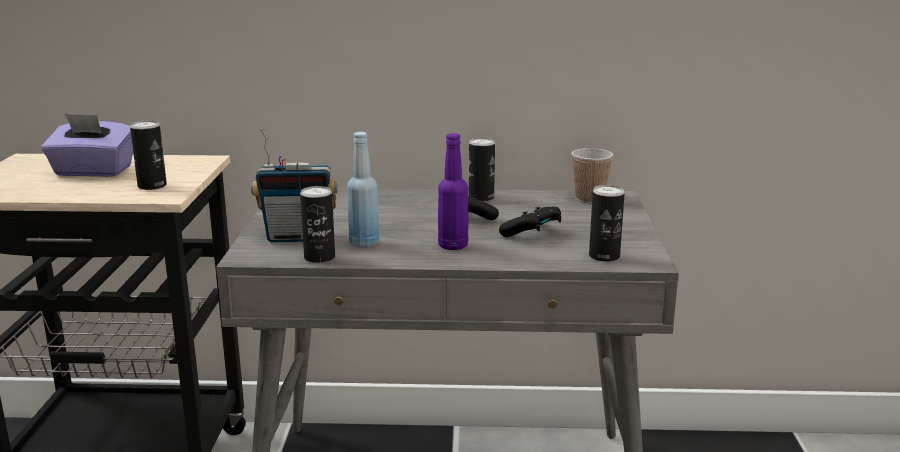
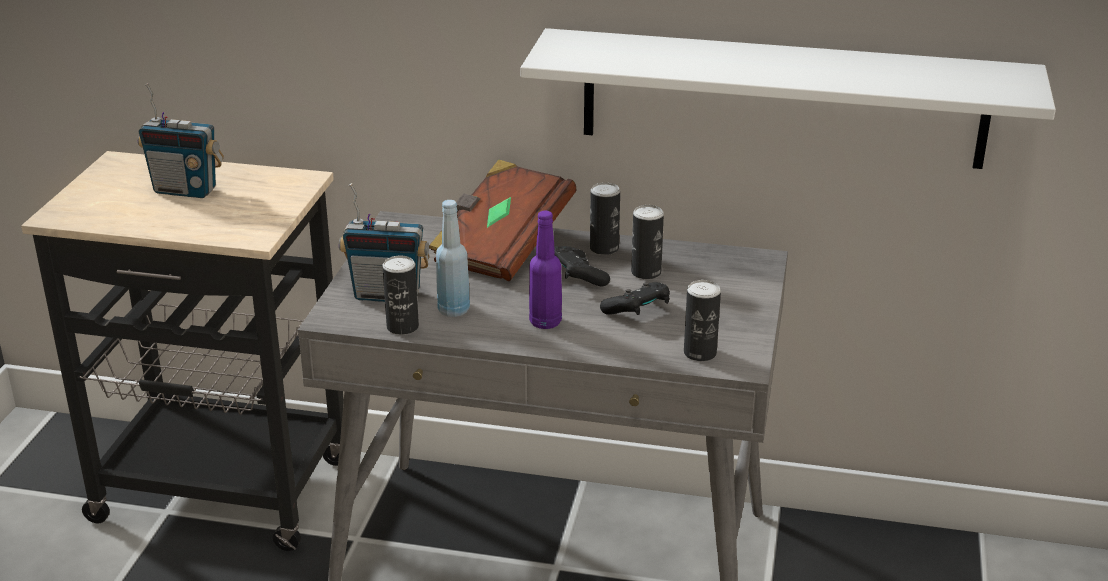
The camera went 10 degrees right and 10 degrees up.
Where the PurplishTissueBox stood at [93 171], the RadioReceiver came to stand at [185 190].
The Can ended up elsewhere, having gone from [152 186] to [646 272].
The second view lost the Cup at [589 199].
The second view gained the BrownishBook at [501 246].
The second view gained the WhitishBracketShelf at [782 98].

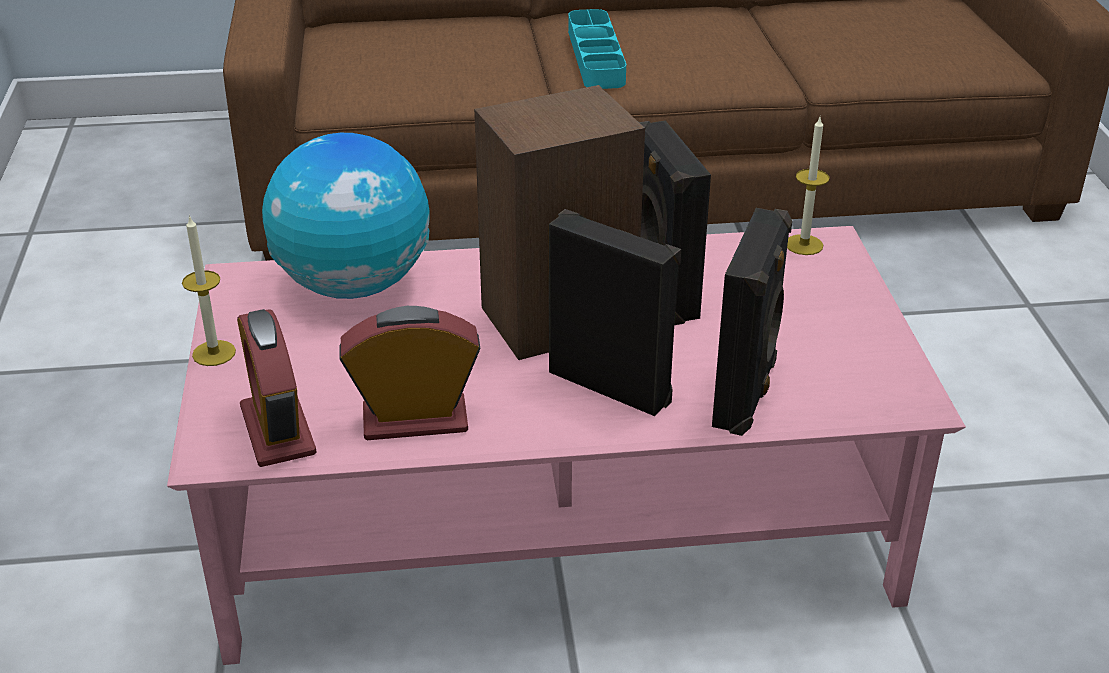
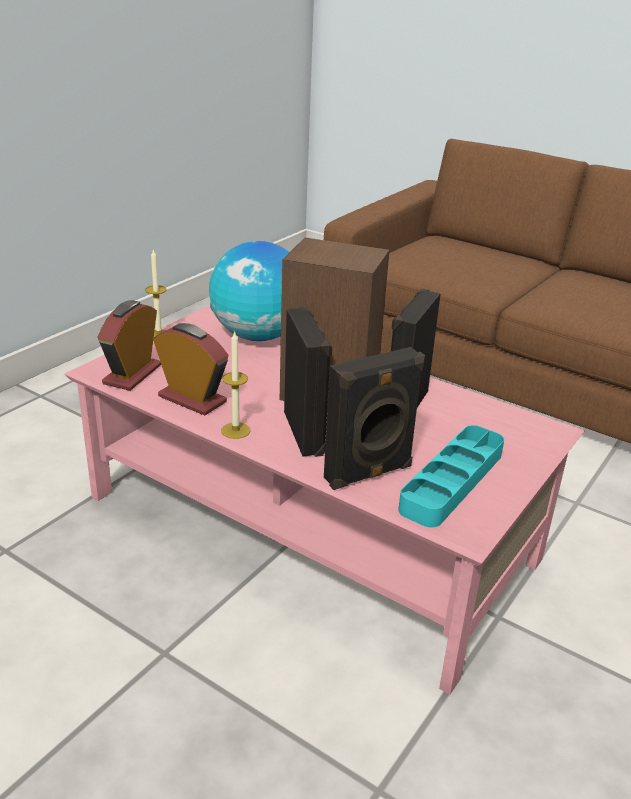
The camera went 40 degrees right and 5 degrees down.
The BlueGreenServingTray ended up elsewhere, having gone from [596 56] to [452 481].
The Candle ended up elsewhere, having gone from [804 245] to [235 430].

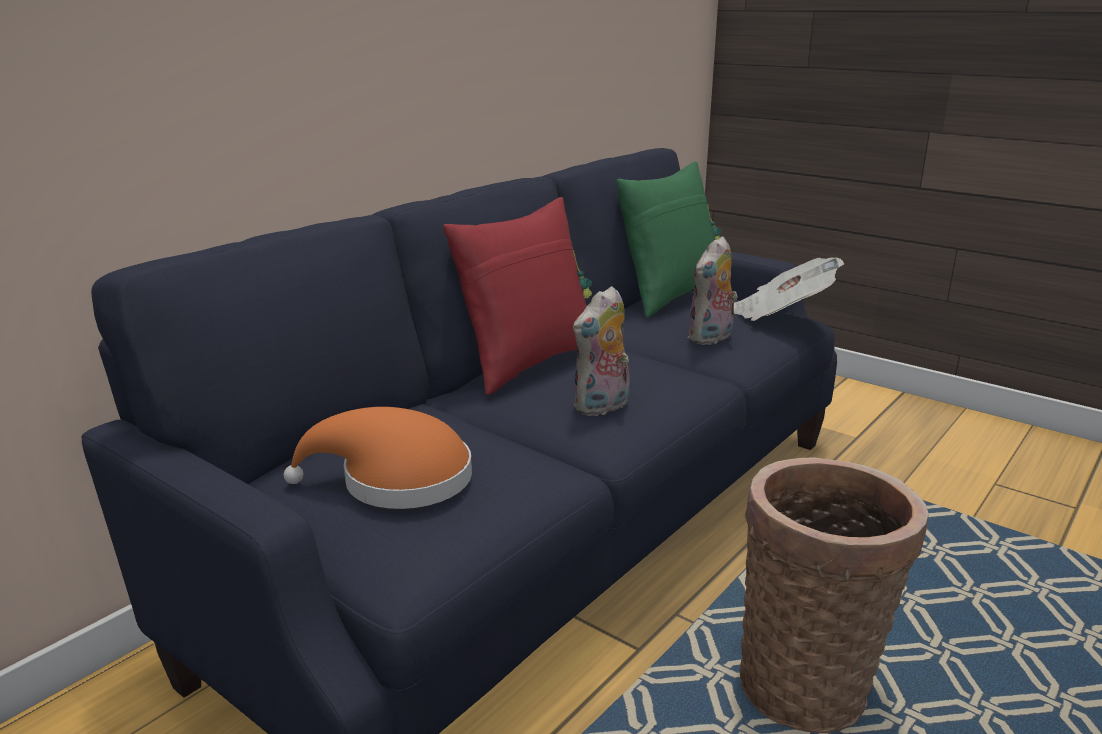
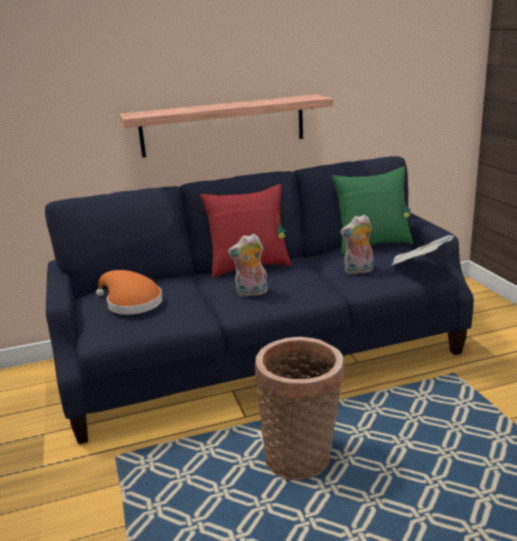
The camera went 35 degrees right and 0 degrees up.
The second view gained the BracketShelf at [223 125].

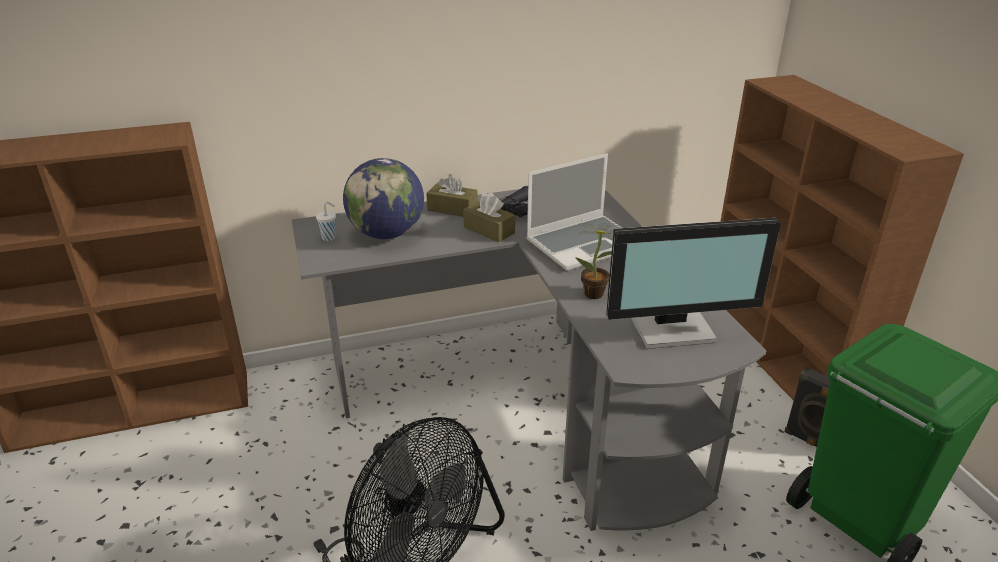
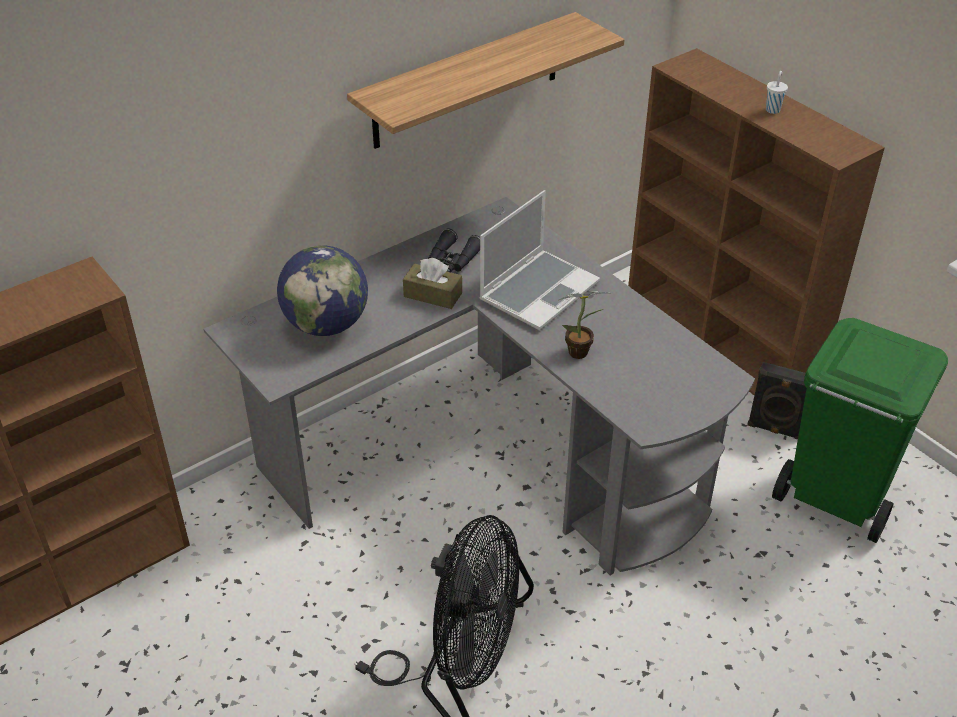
The camera went 20 degrees left and 10 degrees up.
The WhitishCup ended up elsewhere, having gone from [329 238] to [773 110].
The second view lost the BrownishTissueBox at [452 209].
The second view lost the ComputerScreen at [672 327].
The second view gained the BracketShelf at [467 81].

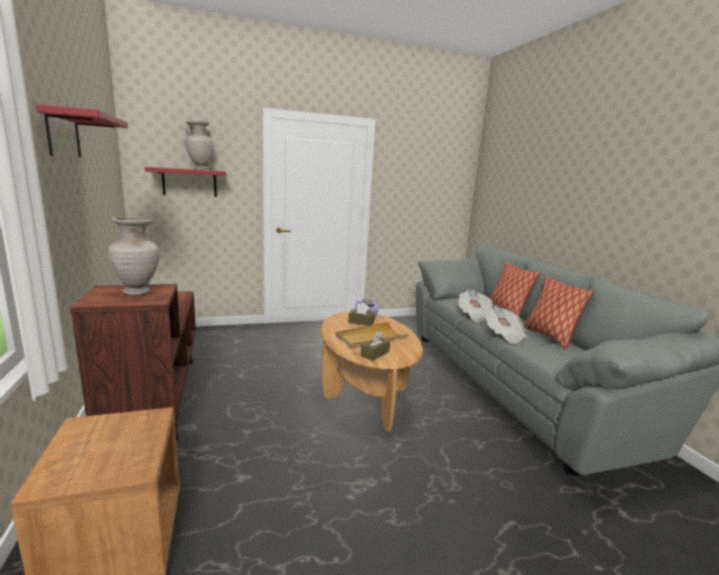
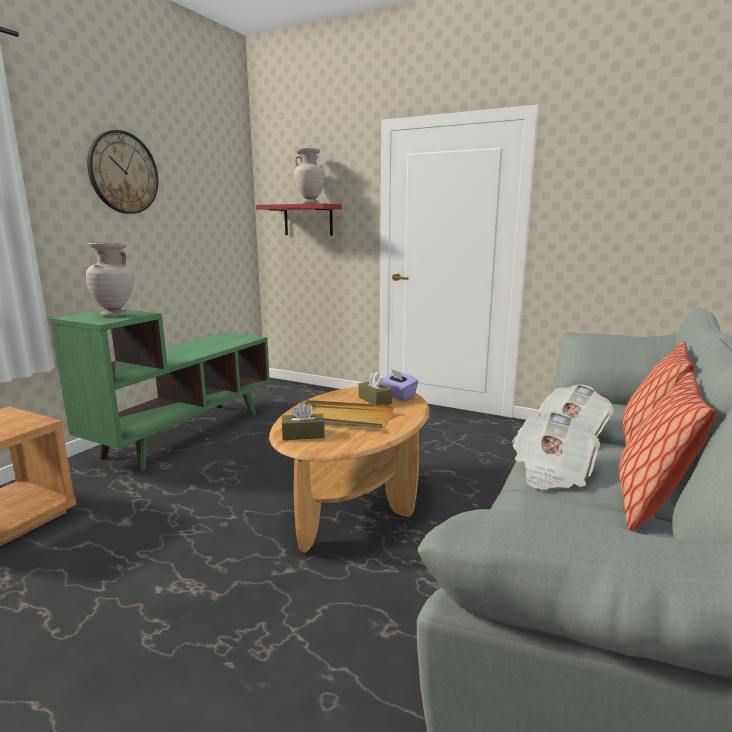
The camera went 45 degrees right and 0 degrees up.
Where the RedColouredBracketShelf hung at [63 134], the HangingClock came to hang at [123 173].
What was the BrownishTvUnit at [156 396] turned into the GreenTvUnit at [186 433].

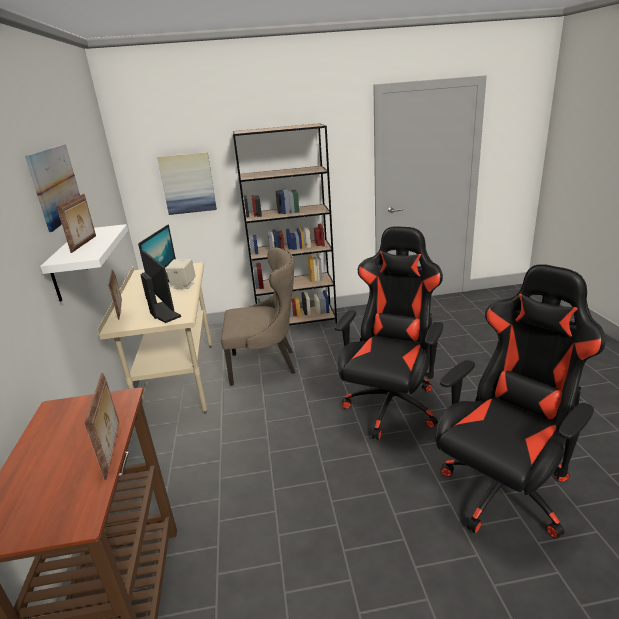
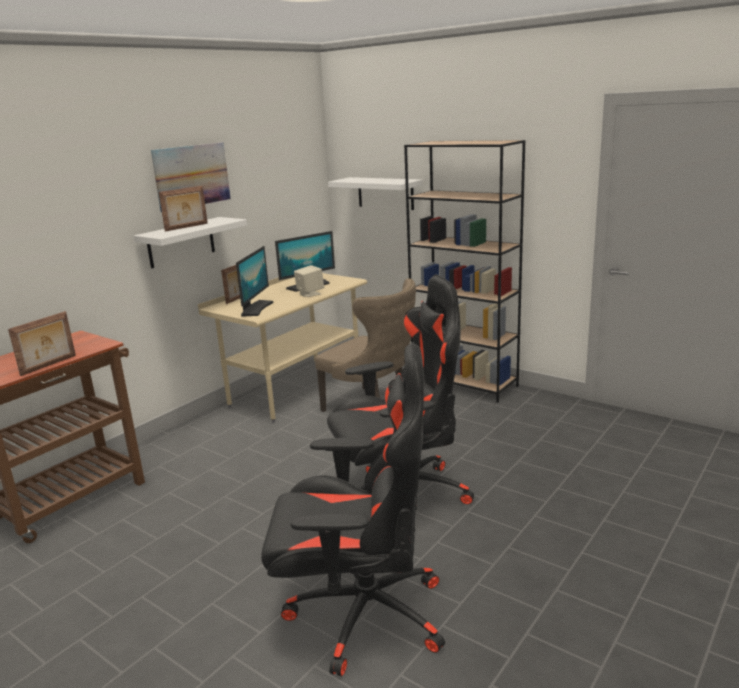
The camera went 45 degrees right and 5 degrees down.
Where the WallArt hung at [188 183], the WhitishBracketShelf came to hang at [385 193].

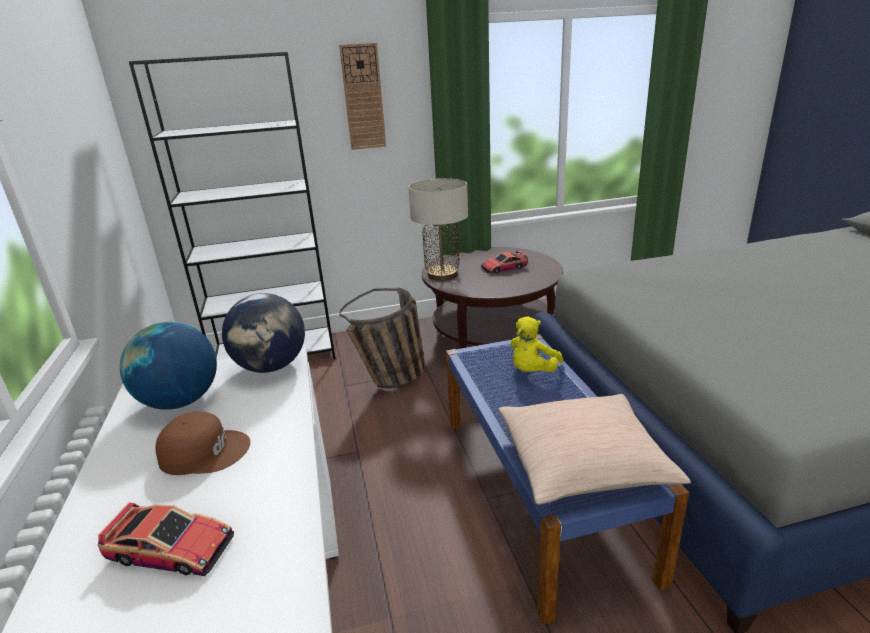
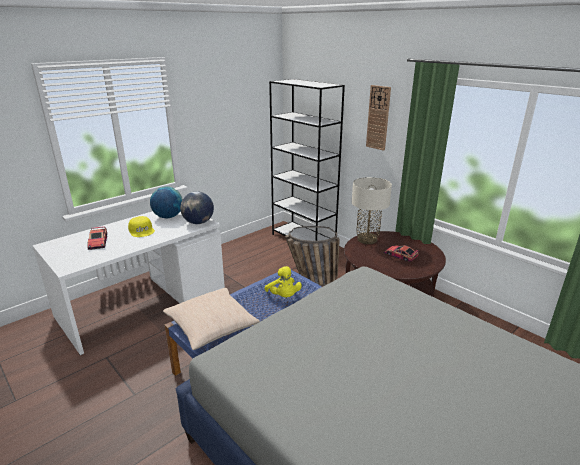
The camera went 60 degrees right and 0 degrees up.
What was the BrownishBaseballCap at [205 451] turned into the YellowBaseballCap at [142 230].
The YellowPlushToy at [532 371] ended up facing another way, 120 degrees counterclockwise from before.

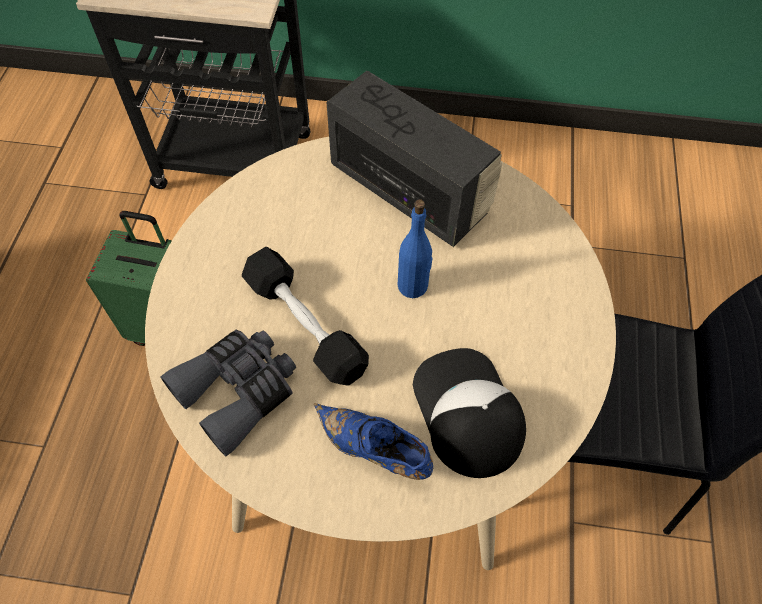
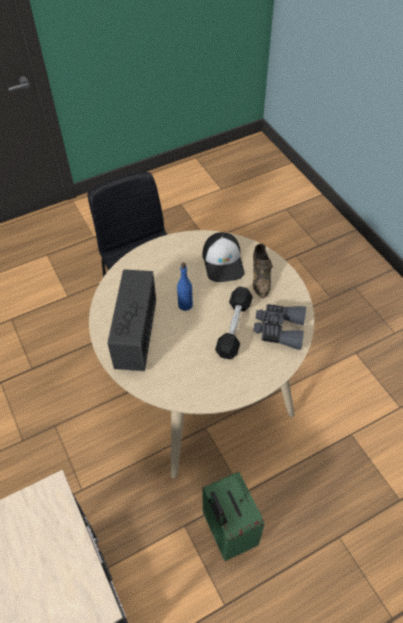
The camera went 125 degrees left and 5 degrees down.
What was the BluishLowShoe at [374 451] turned into the BrownishLowShoe at [260 278].
The BaseballCap at [466 412] ended up facing another way, 45 degrees counterclockwise from before.

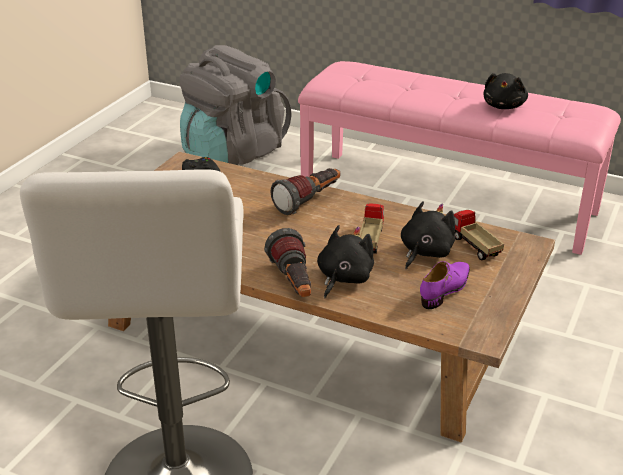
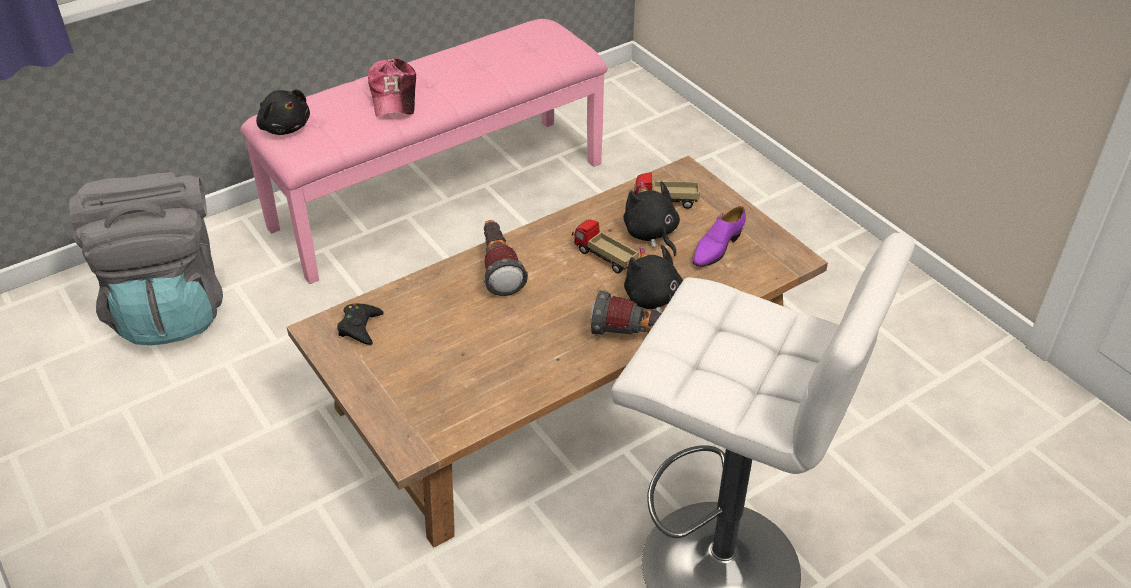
The camera went 60 degrees left and 10 degrees up.
The PurplishLowShoe at [446 289] ended up facing another way, 120 degrees counterclockwise from before.
The BlackishPlushToy ended up elsewhere, having gone from [504 106] to [284 127].
The second view gained the BaseballCap at [394 96].

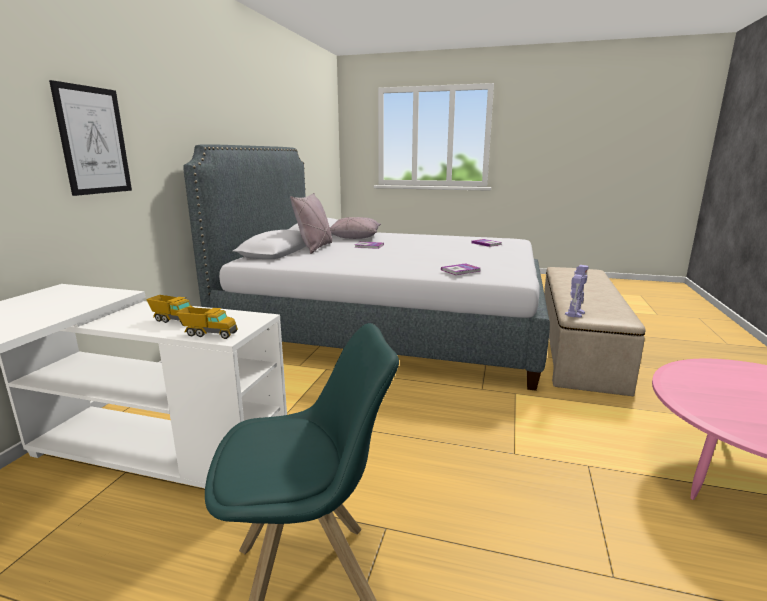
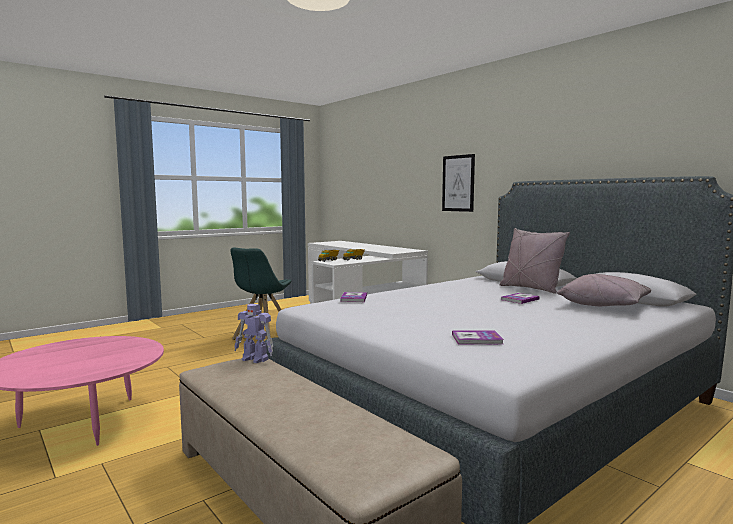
The camera went 125 degrees right and 10 degrees down.
The RobotFigure at [575 313] ended up facing another way, 45 degrees counterclockwise from before.

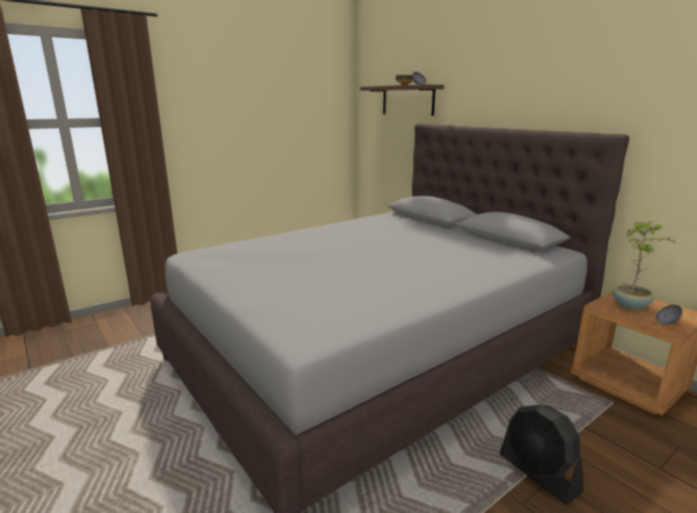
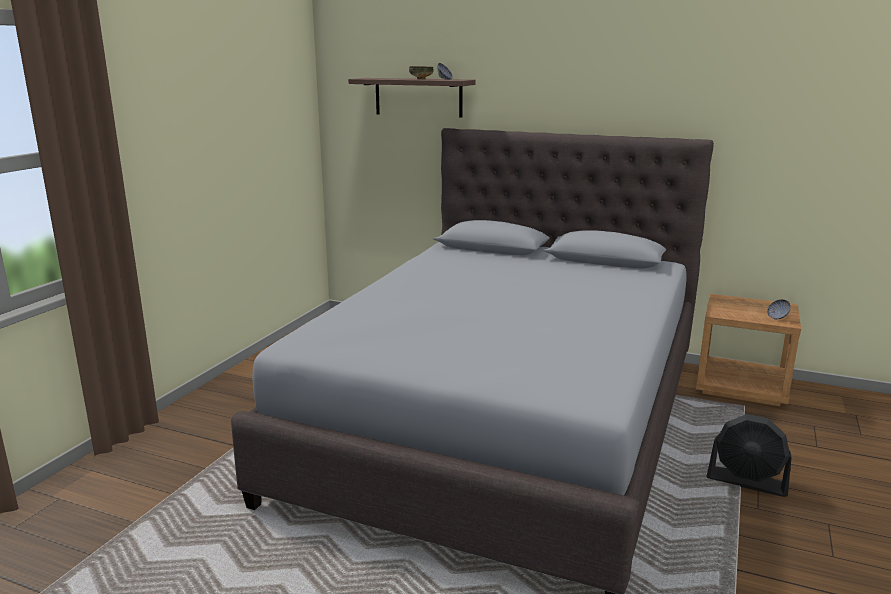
The camera went 30 degrees left and 0 degrees up.
The second view lost the Houseplant at [631 305].

